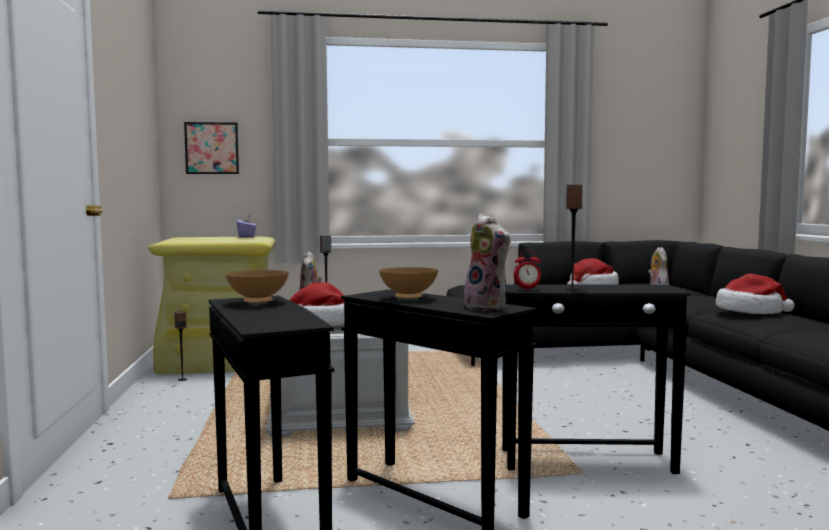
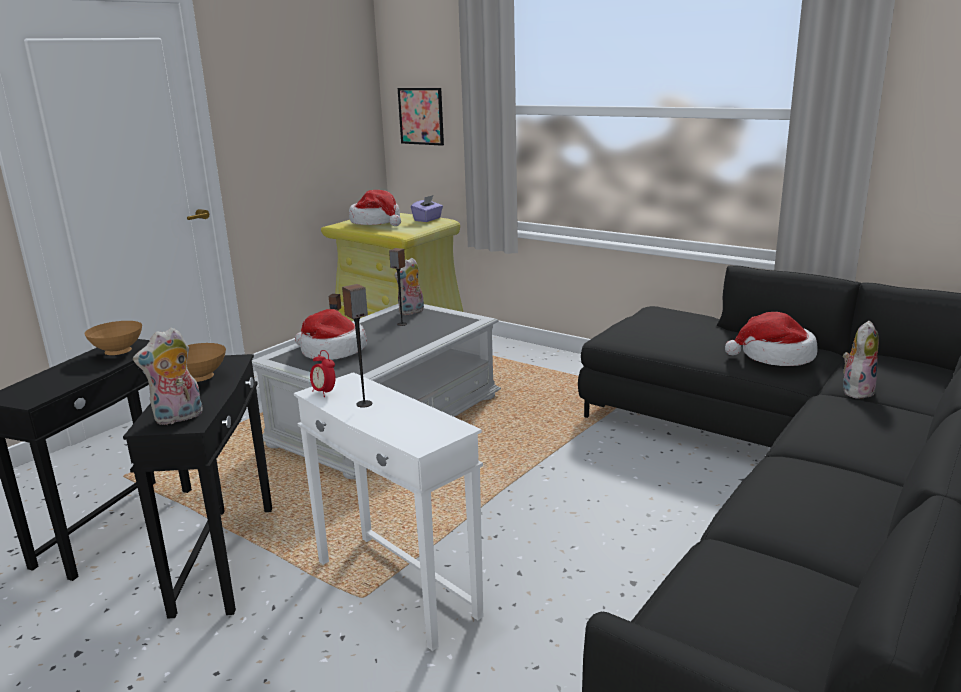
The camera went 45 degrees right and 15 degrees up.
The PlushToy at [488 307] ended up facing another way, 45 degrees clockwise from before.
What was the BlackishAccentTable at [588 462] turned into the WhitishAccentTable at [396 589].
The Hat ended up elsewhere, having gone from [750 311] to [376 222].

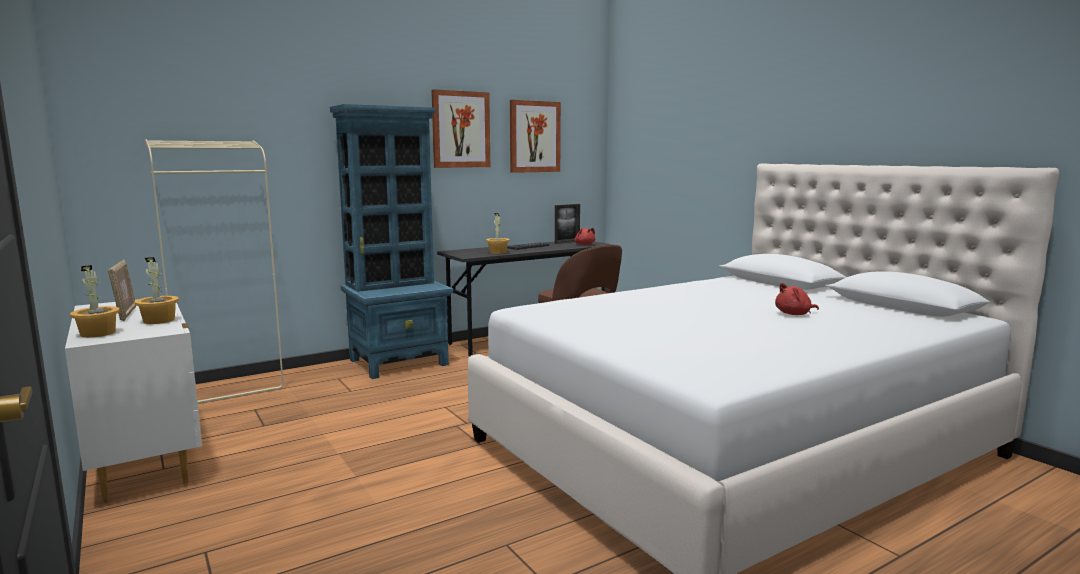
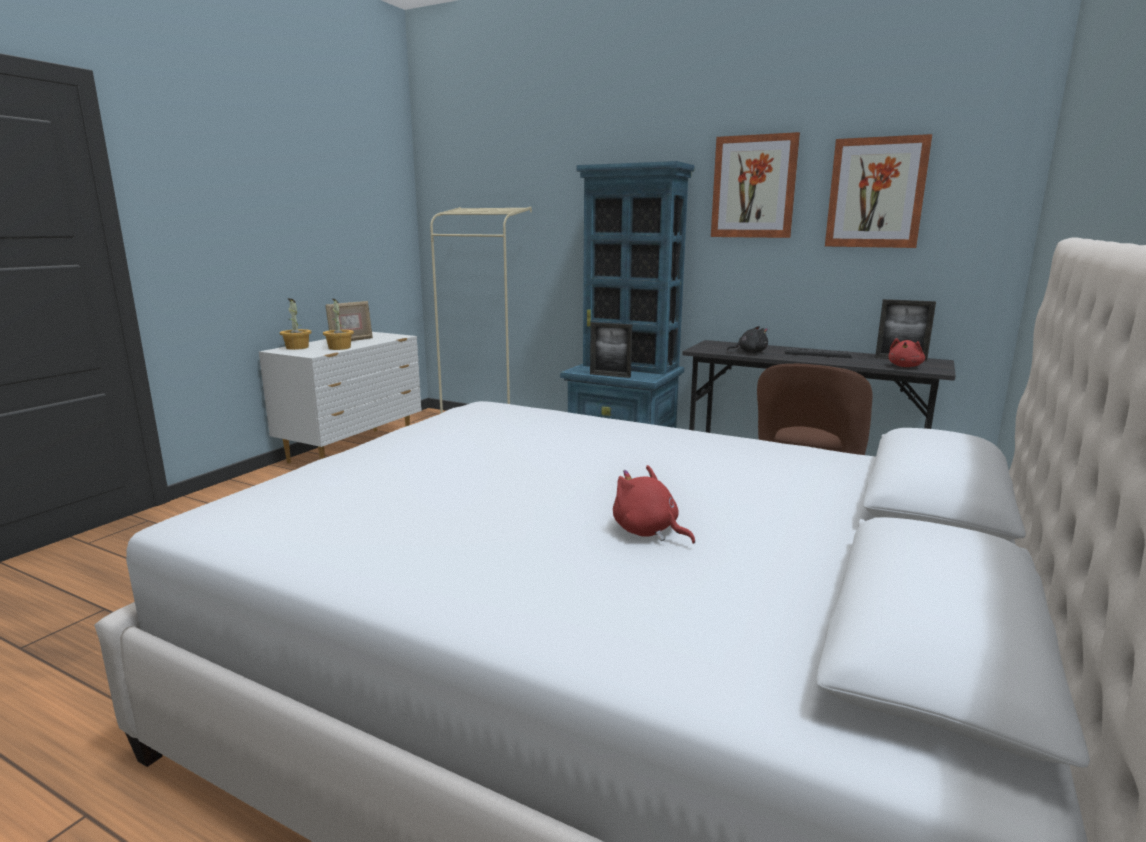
The camera went 60 degrees right and 5 degrees up.
Where the Houseplant stood at [497 252], the BlackishPlushToy came to stand at [749 352].
The second view gained the PhotoFrame at [610 375].

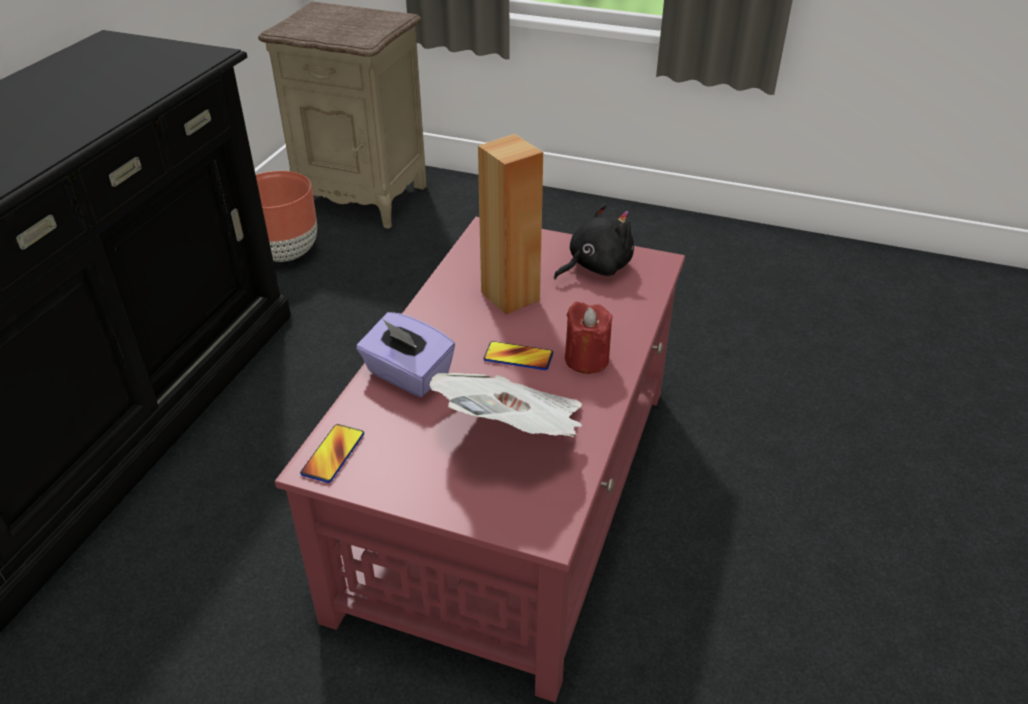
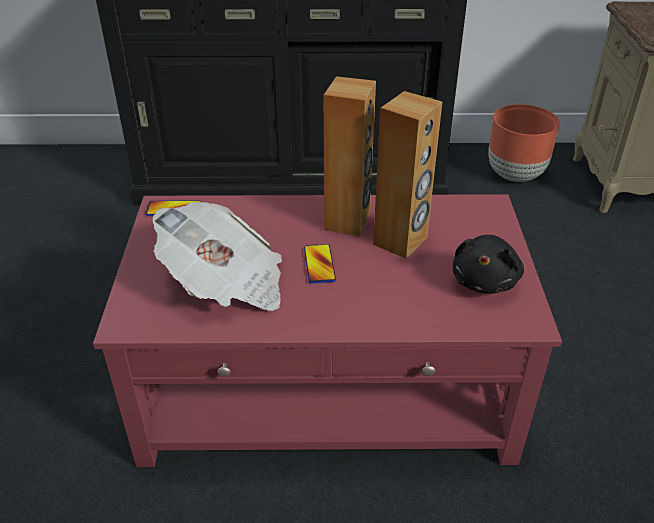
The camera went 70 degrees right and 0 degrees up.
The second view lost the PurplishTissueBox at [407 375].
The BlackishPlushToy at [595 267] ended up facing another way, 75 degrees clockwise from before.
The second view lost the RedColouredCandle at [586 359].
The second view gained the BrownishAudioSpeaker at [348 221].

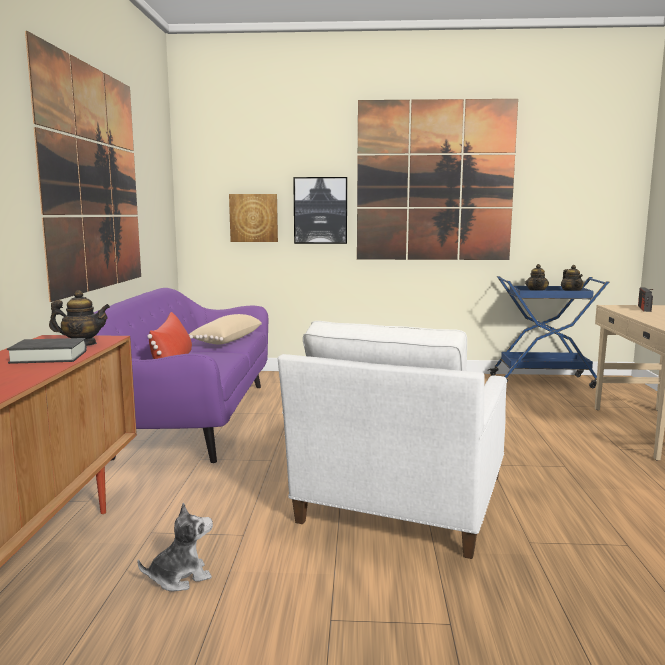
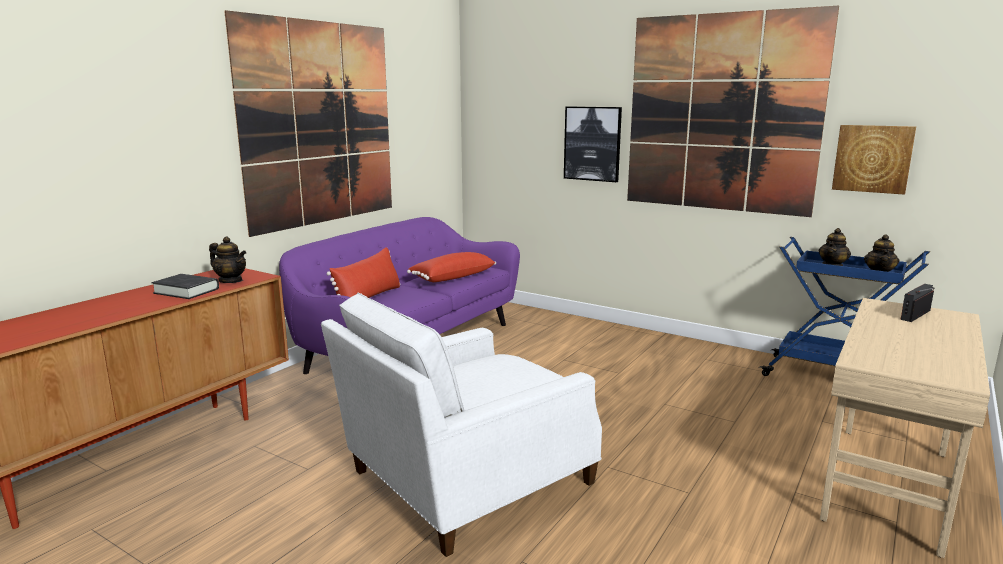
The camera went 30 degrees right and 5 degrees up.
The second view lost the PlushToy at [180 577].
What was the BeigeColouredCushion at [226 340] turned into the RedColouredCushion at [452 277].
The WallArt ended up elsewhere, having gone from [254 218] to [872 158].

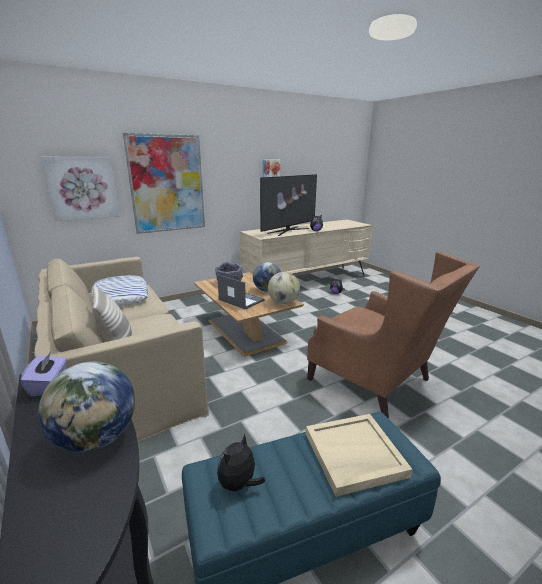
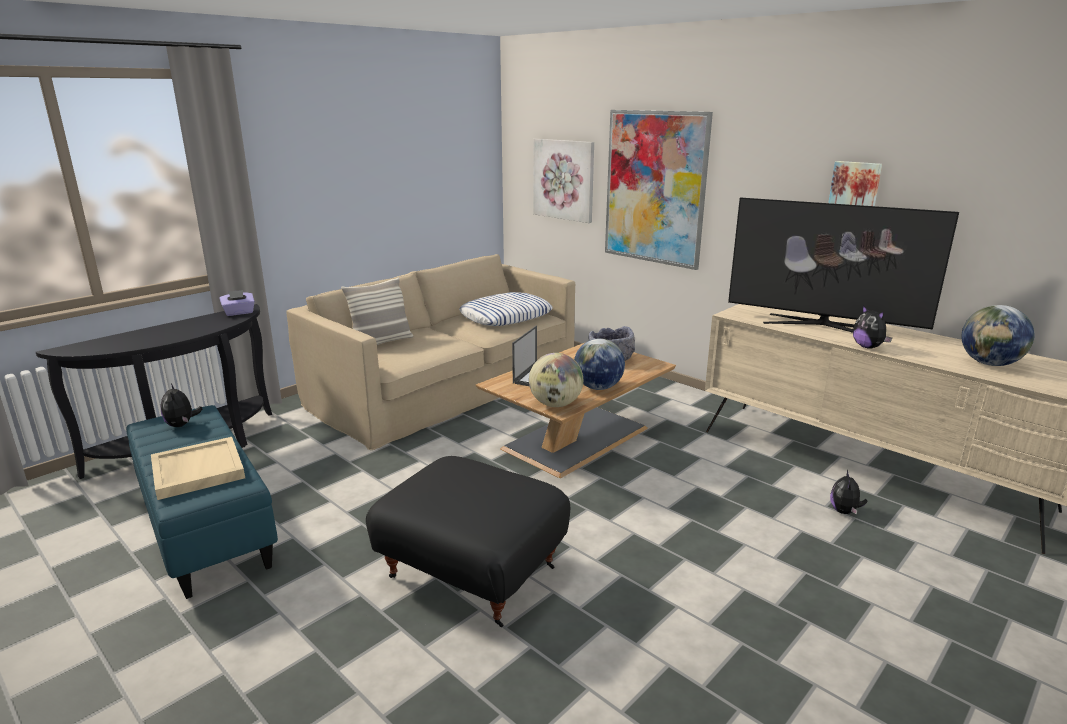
The camera went 75 degrees right and 0 degrees up.
The WorldGlobe ended up elsewhere, having gone from [97 438] to [989 364].
The PlushToy at [239 485] ended up facing another way, 135 degrees counterclockwise from before.
Where the BrownishEasyChair stood at [376 383], the BlackishPouffe came to stand at [470 574].

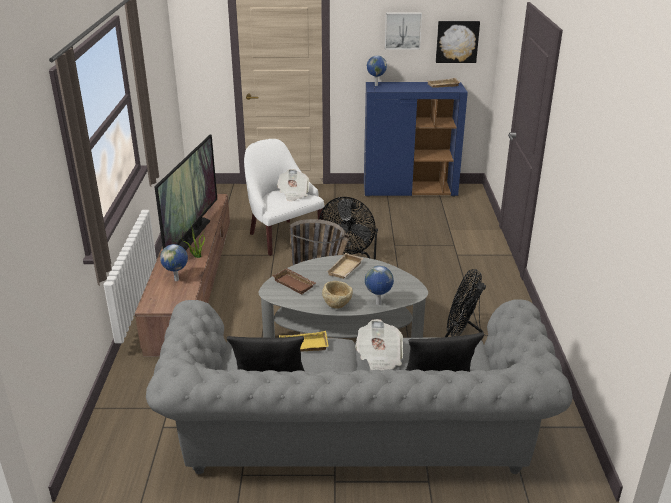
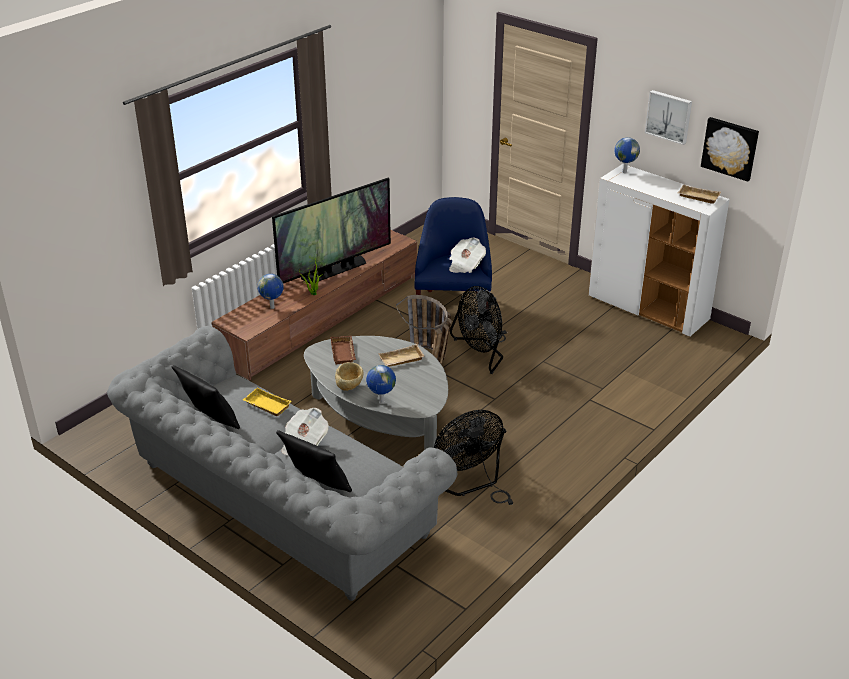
The camera went 40 degrees right and 5 degrees up.
What was the WhitishEasyChair at [282 236] turned into the BluishEasyChair at [453 305].
What was the BluishStorageCabinet at [410 190] turned into the WhitishStorageCabinet at [648 309].

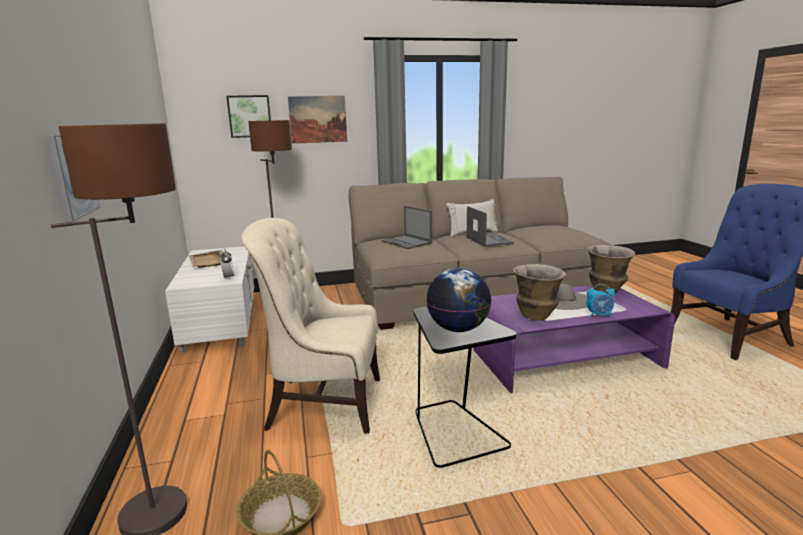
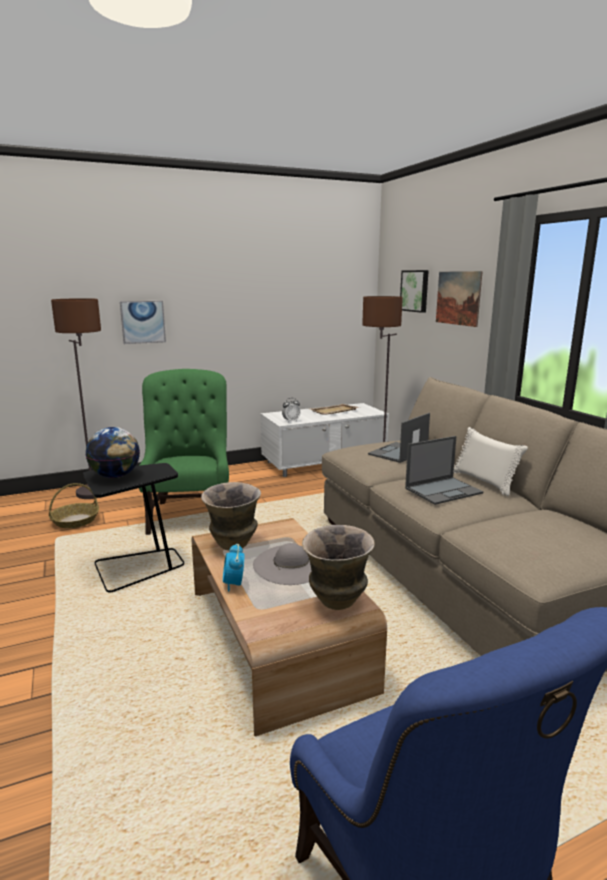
The camera went 80 degrees right and 0 degrees up.
What was the BeigeColouredEasyChair at [324 404] turned into the GreenEasyChair at [190 516].
What was the PurplishLoungeTable at [566 359] turned into the BrownishLoungeTable at [276 638].

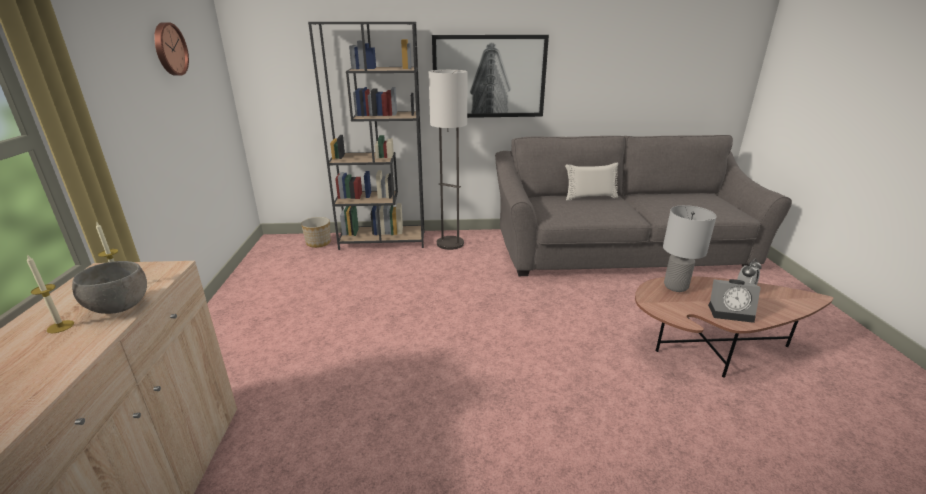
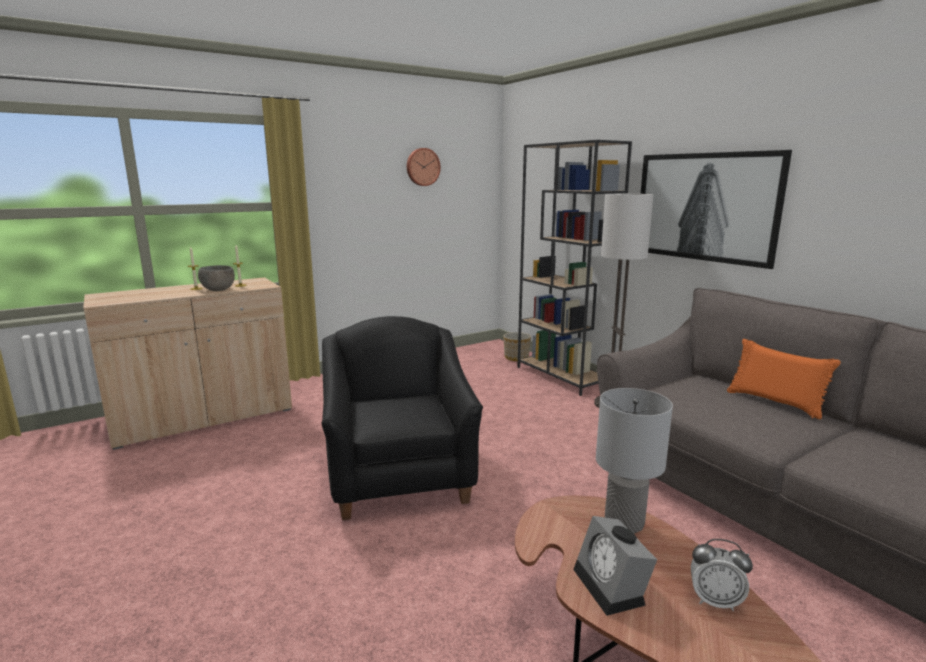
The camera went 60 degrees right and 10 degrees down.
What was the WhitishCushion at [590 197] turned into the OrangeyCushion at [775 403].
The second view gained the BlackishEasyChair at [399 476].

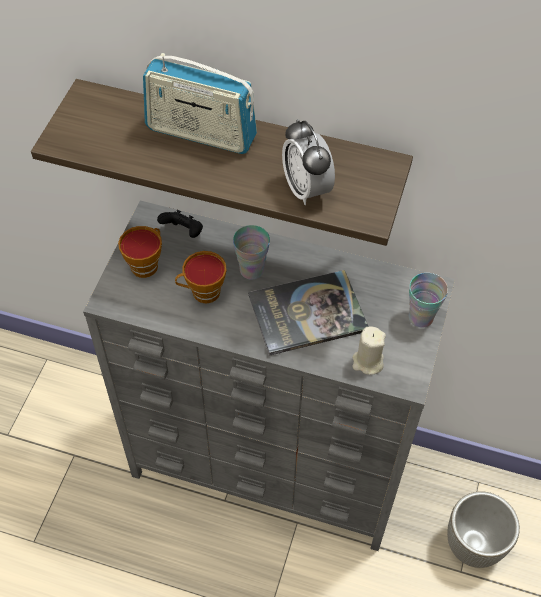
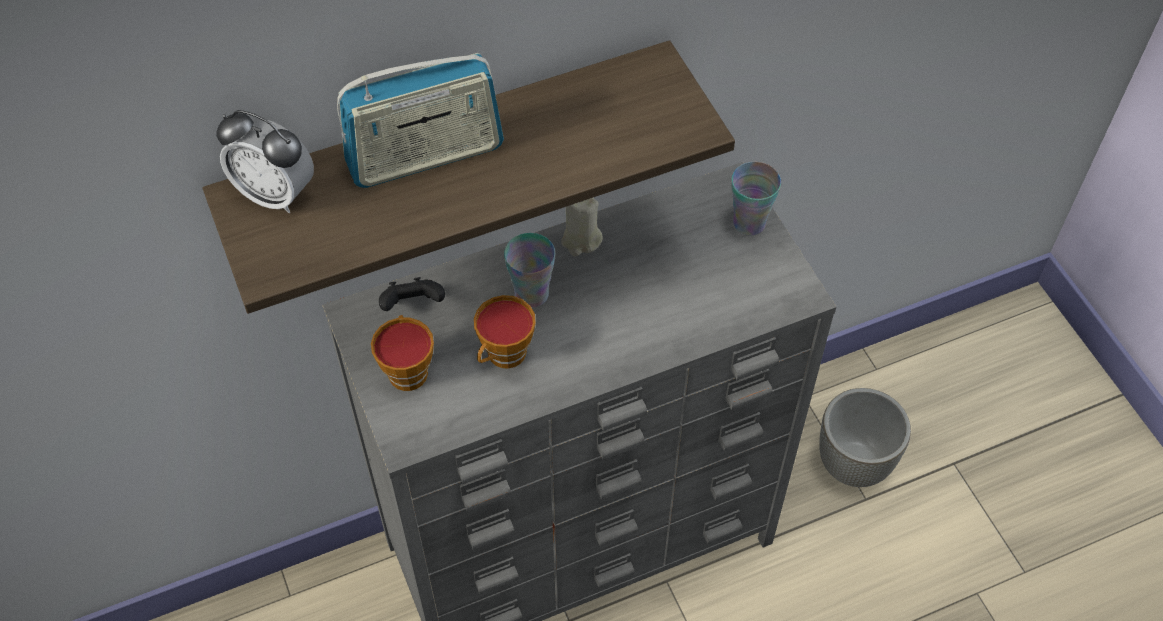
The camera went 40 degrees left and 0 degrees up.
The second view lost the Book at [307 313].
The TableClock ended up elsewhere, having gone from [306 189] to [275 194].
The BeigeColouredCandle ended up elsewhere, having gone from [367 362] to [581 240].

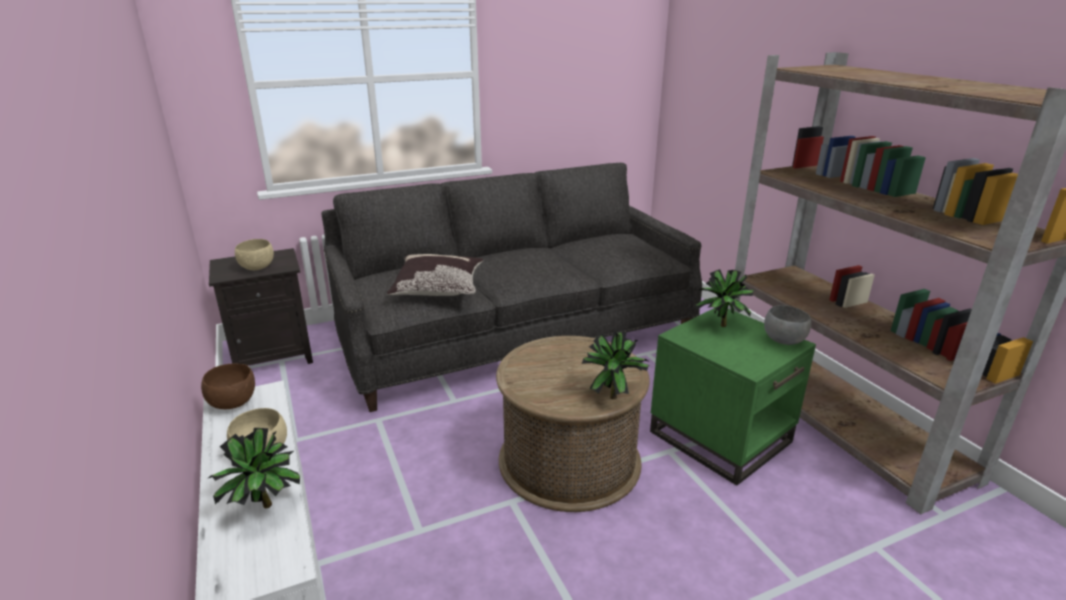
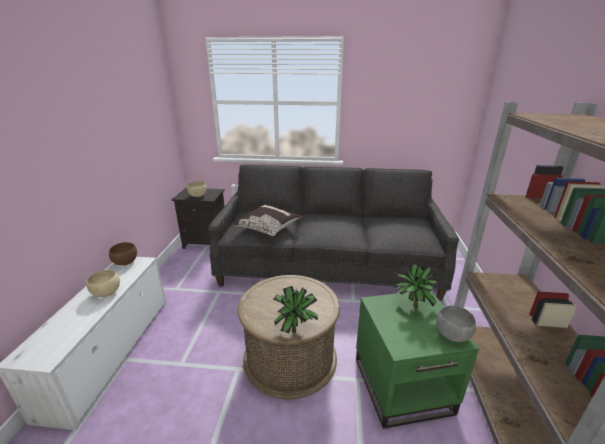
The camera went 30 degrees right and 0 degrees up.
The second view lost the Houseplant at [264 510].

